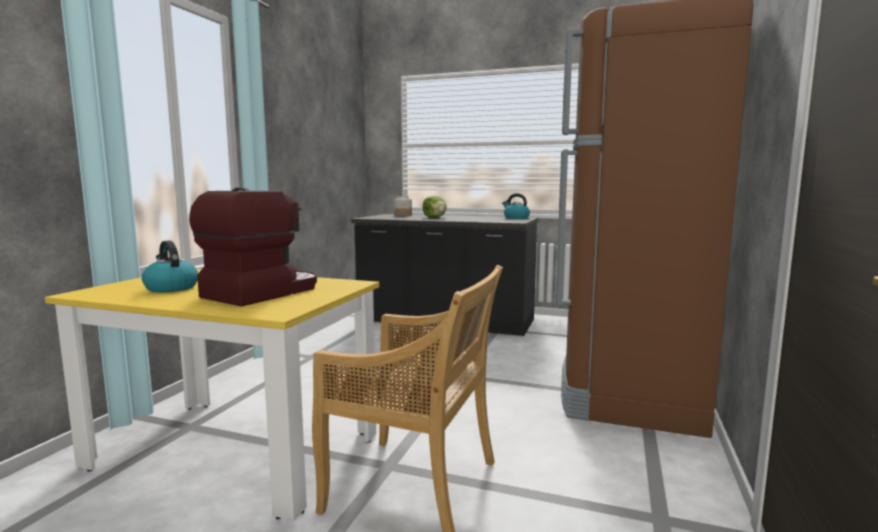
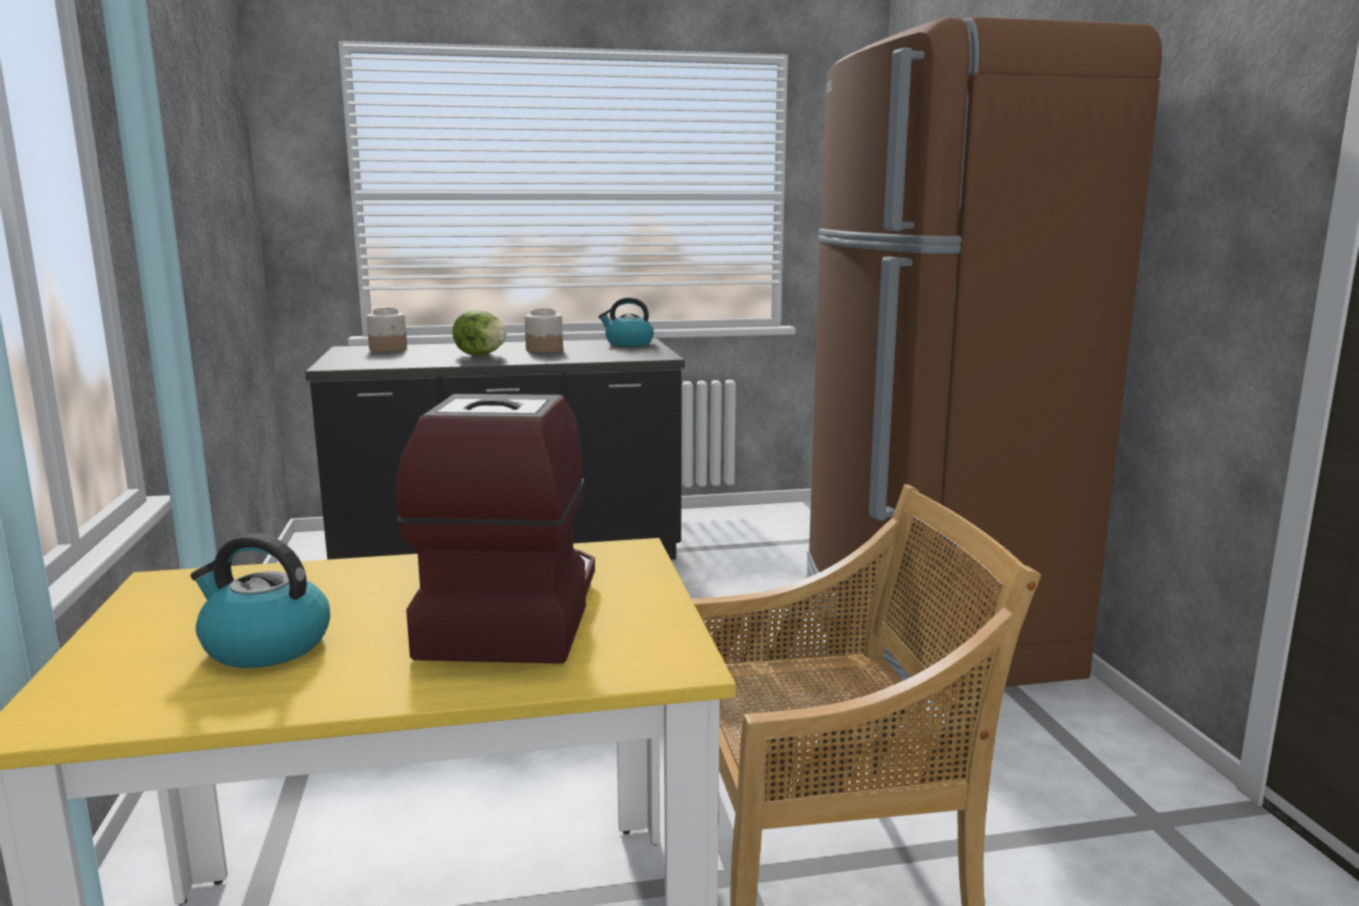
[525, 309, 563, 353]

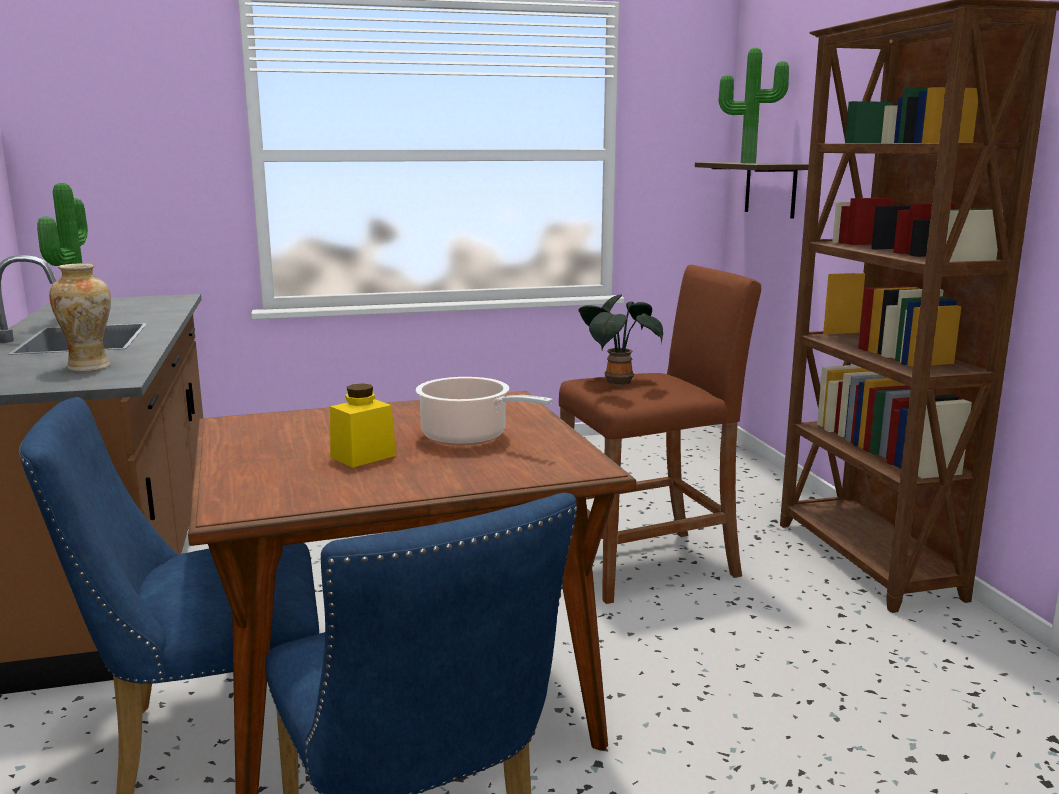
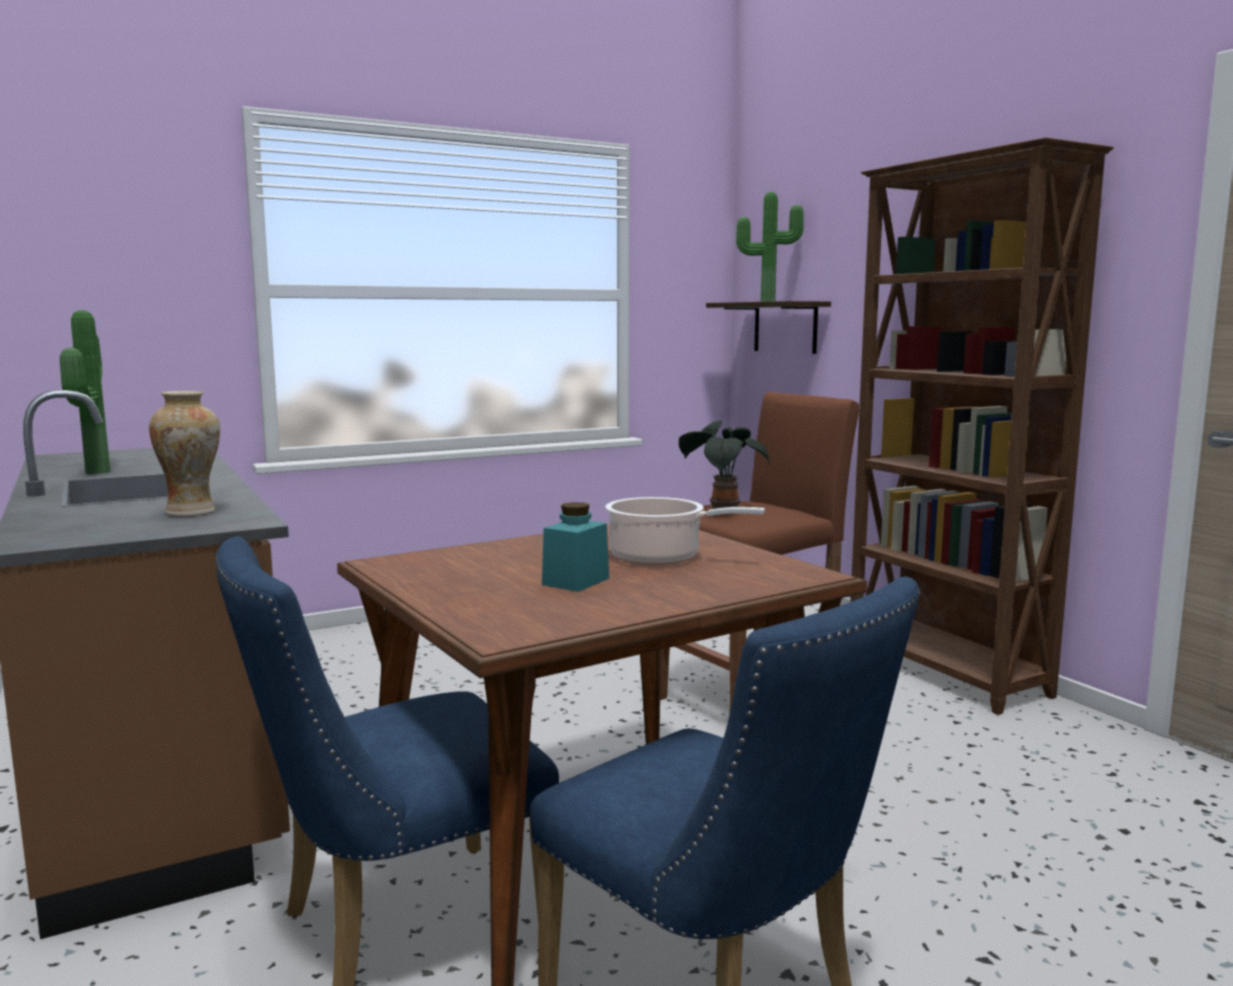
[542, 502, 609, 592]

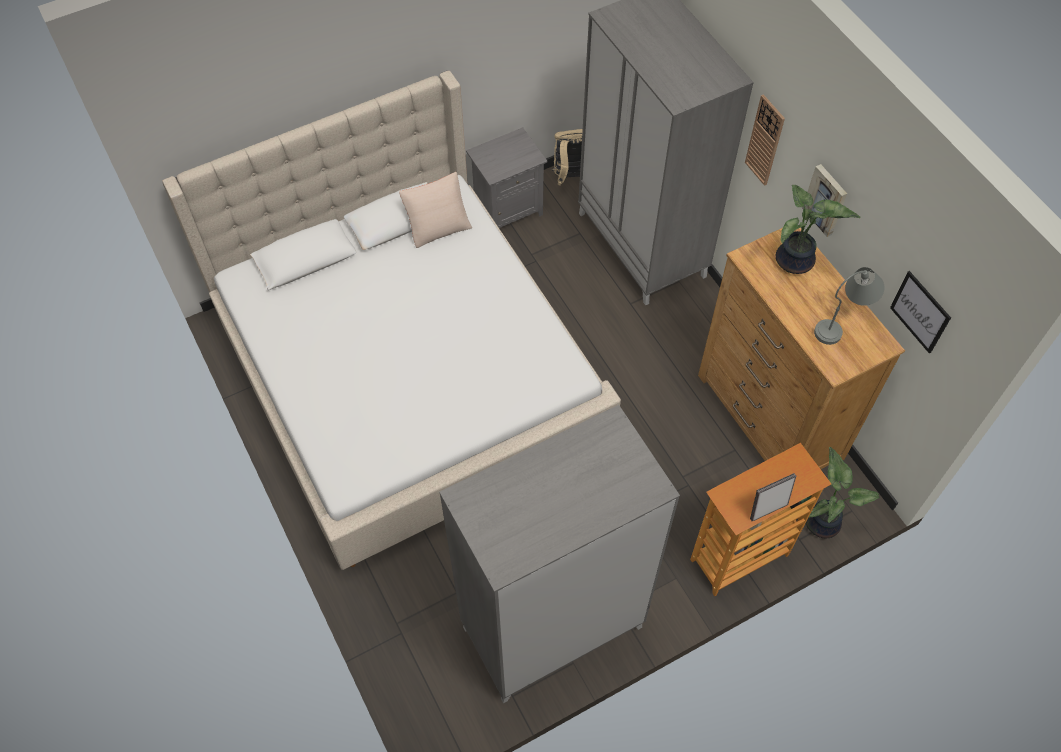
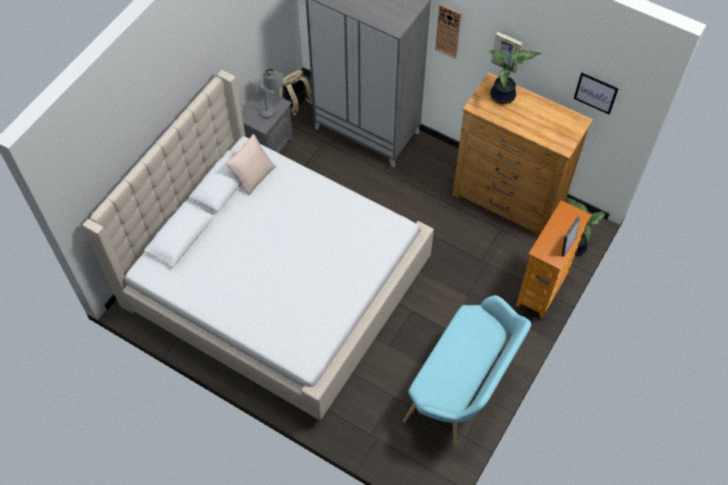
[403, 295, 531, 445]
[259, 69, 284, 119]

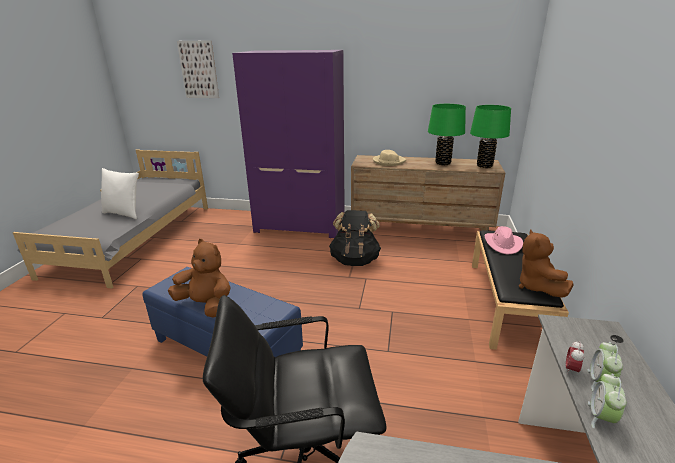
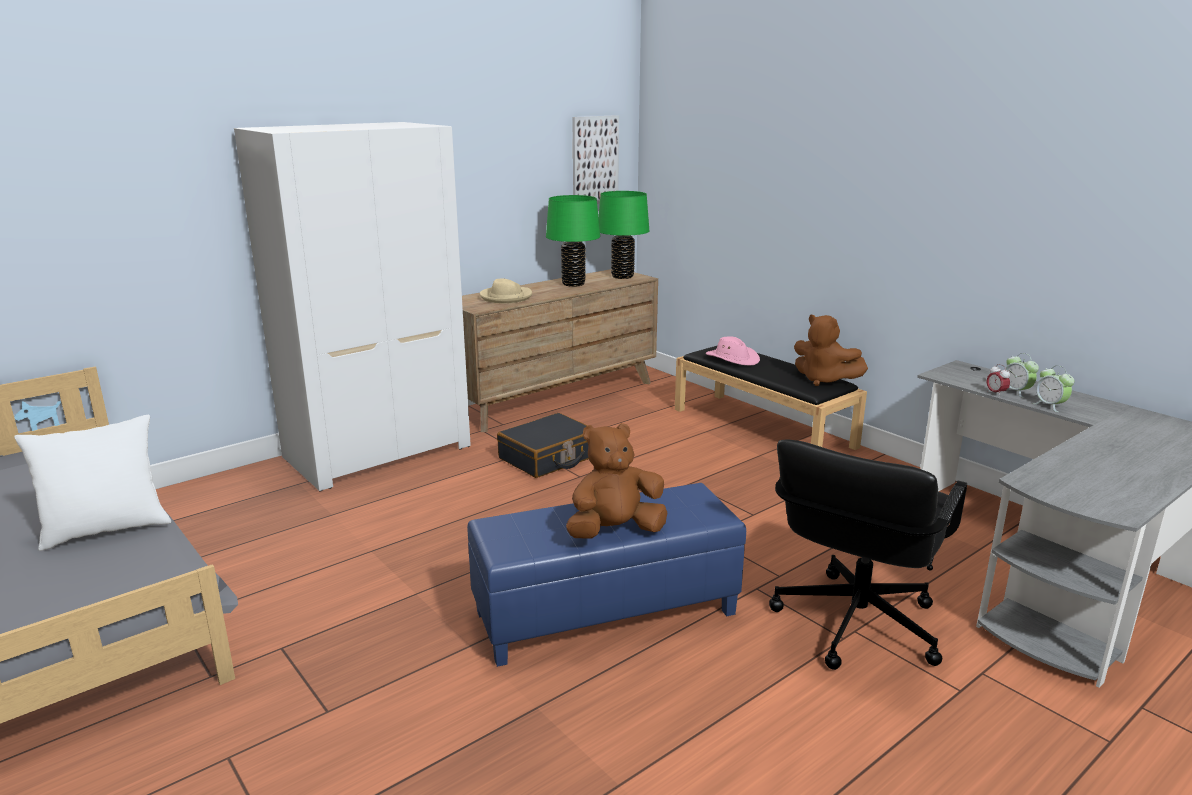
[572, 115, 619, 204]
[234, 122, 471, 492]
[497, 413, 589, 478]

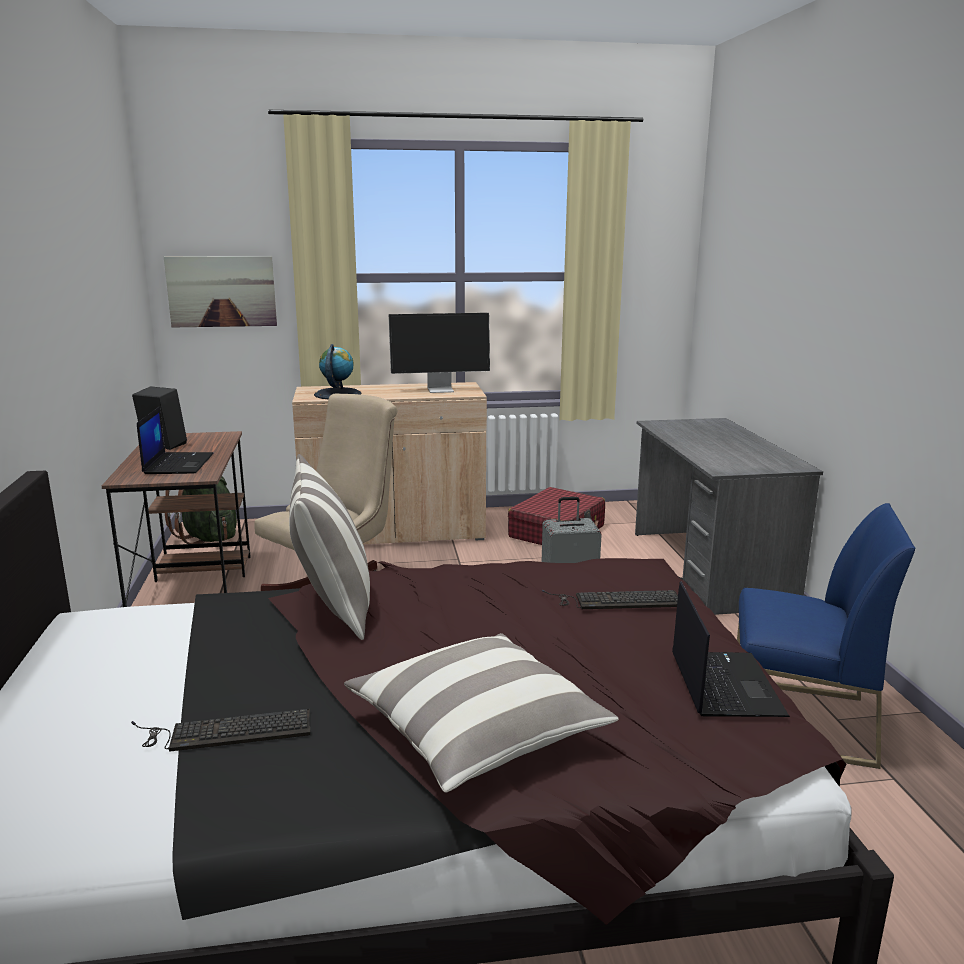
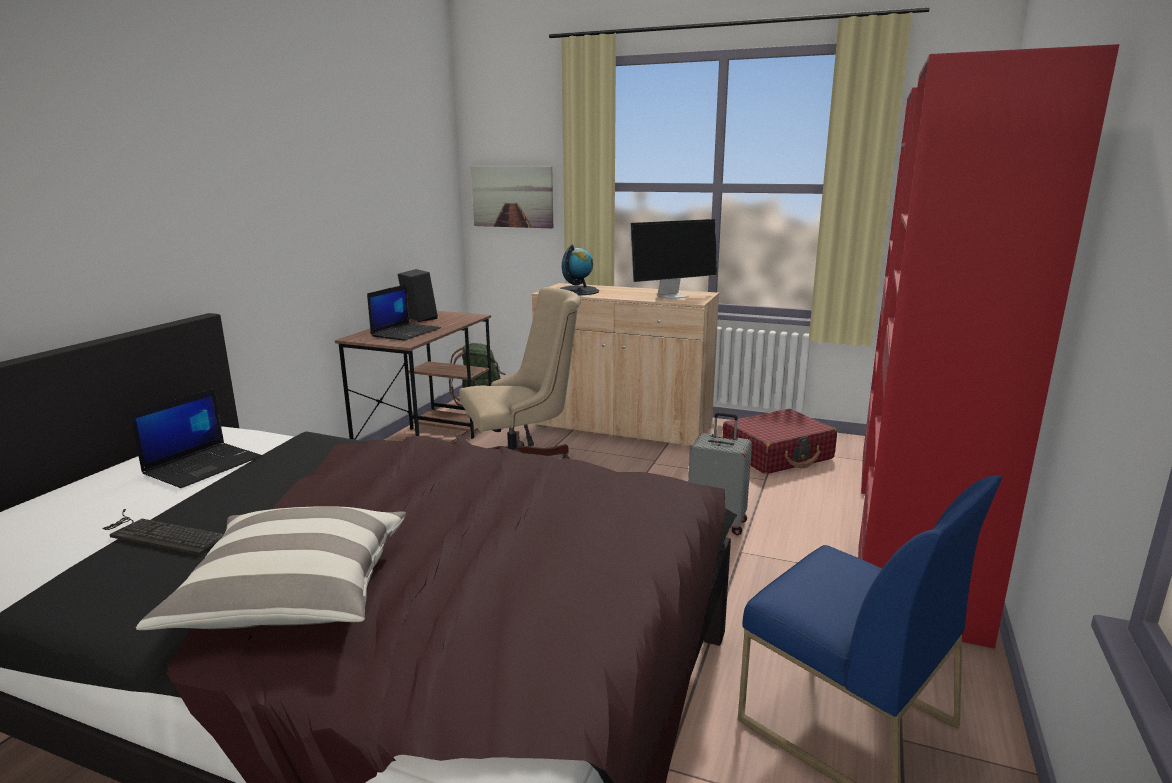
[289, 454, 370, 640] (first image)
[629, 219, 717, 299]
[542, 590, 678, 609] (first image)
[858, 44, 1120, 649]
[130, 388, 262, 488]

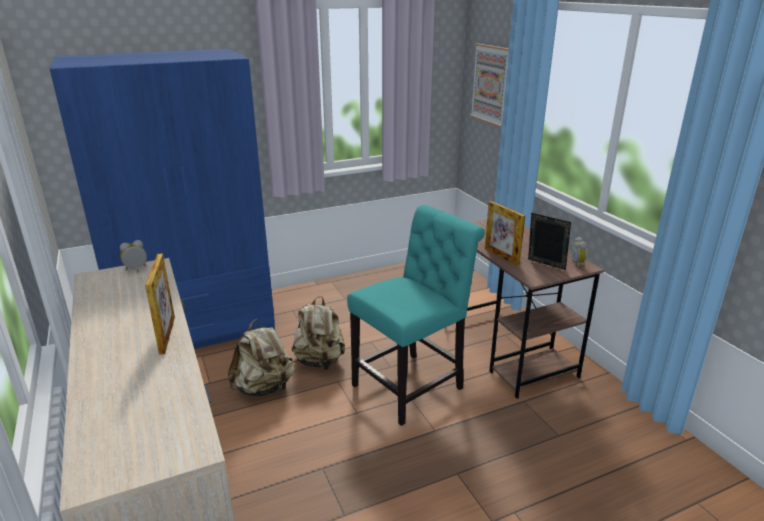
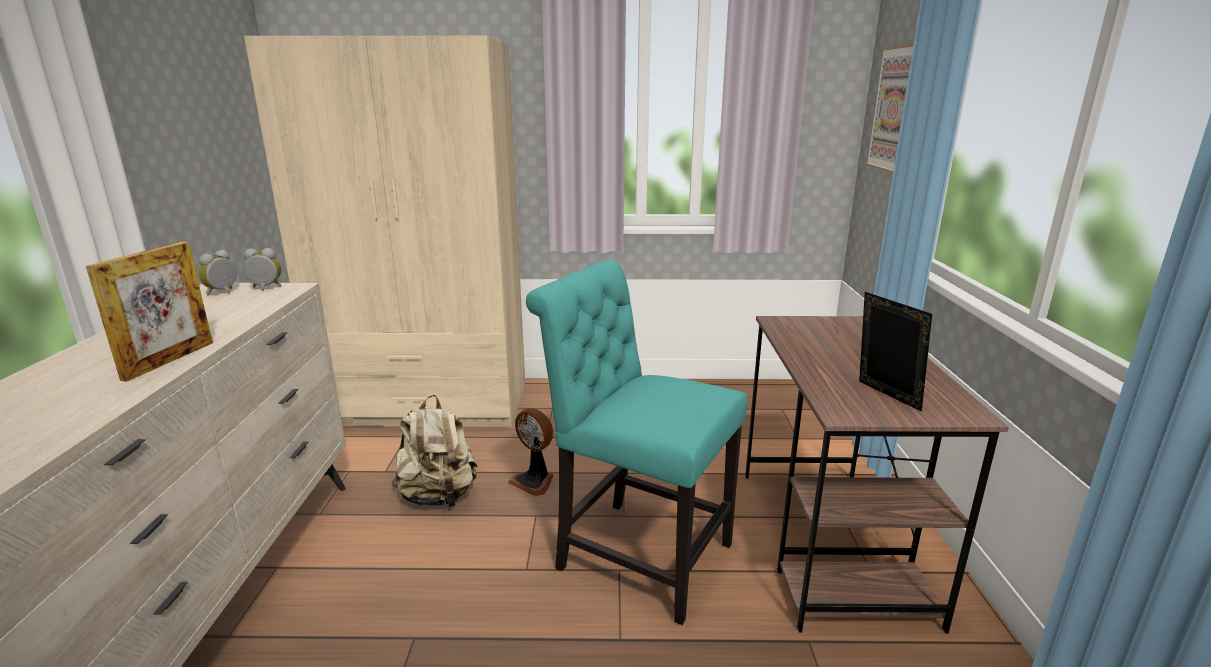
[244, 36, 525, 428]
[508, 408, 553, 496]
[526, 260, 748, 625]
[485, 201, 525, 266] (first image)
[198, 250, 237, 296]

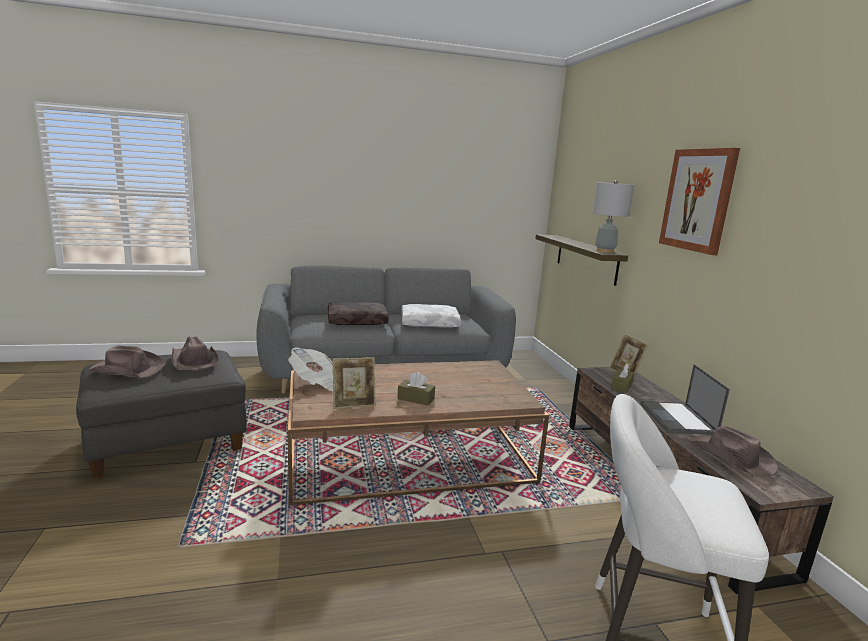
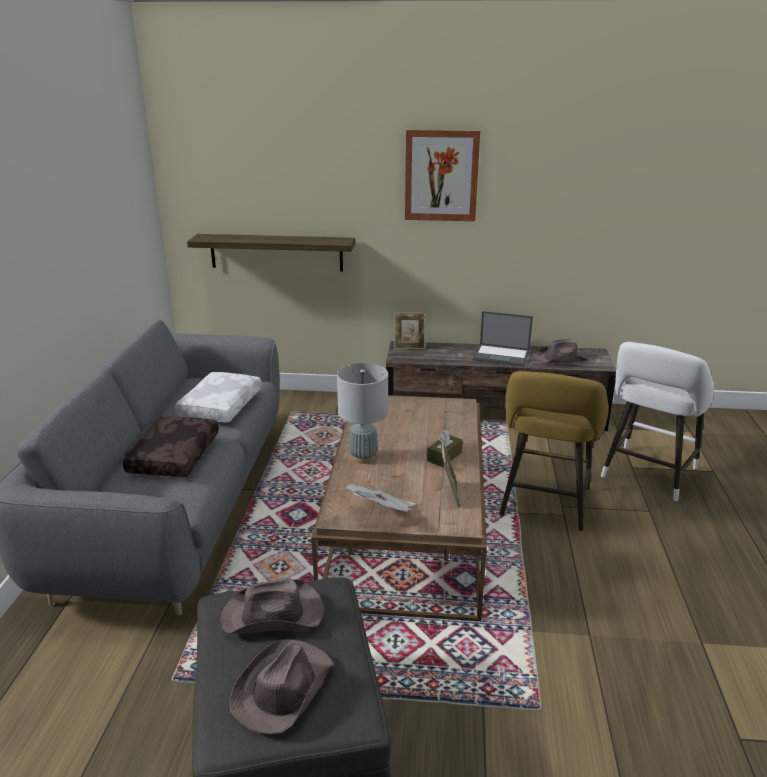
[337, 363, 388, 464]
[611, 363, 634, 393] (first image)
[500, 371, 609, 531]

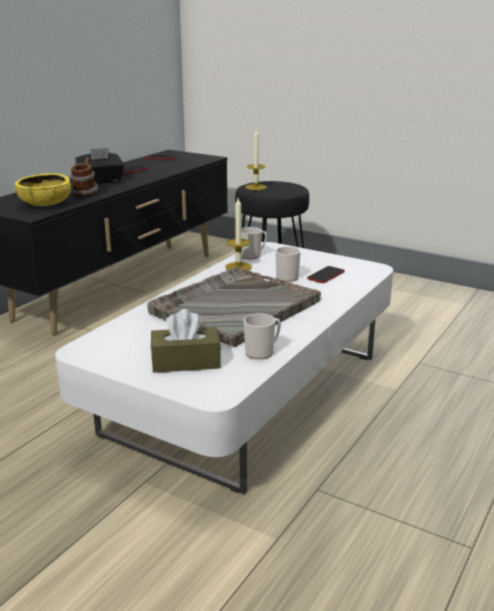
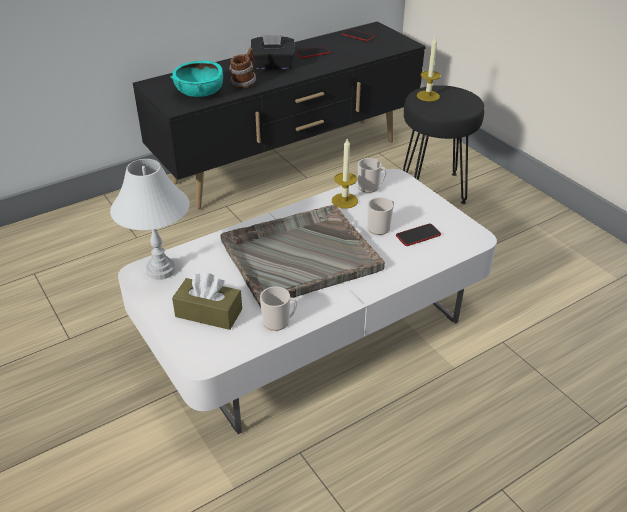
[171, 61, 223, 97]
[110, 159, 190, 280]

